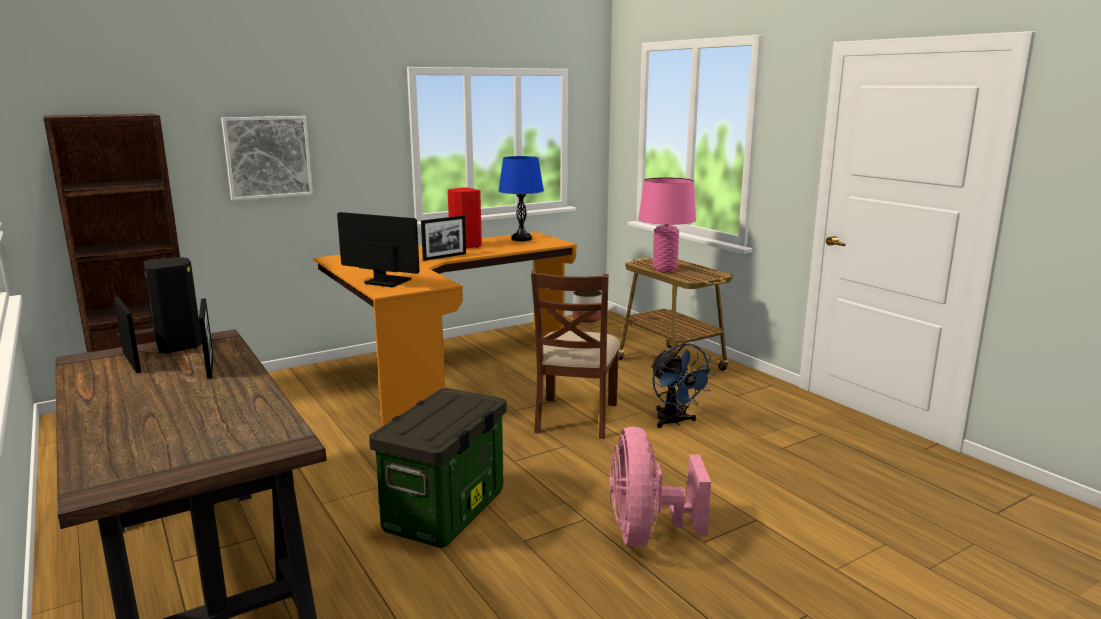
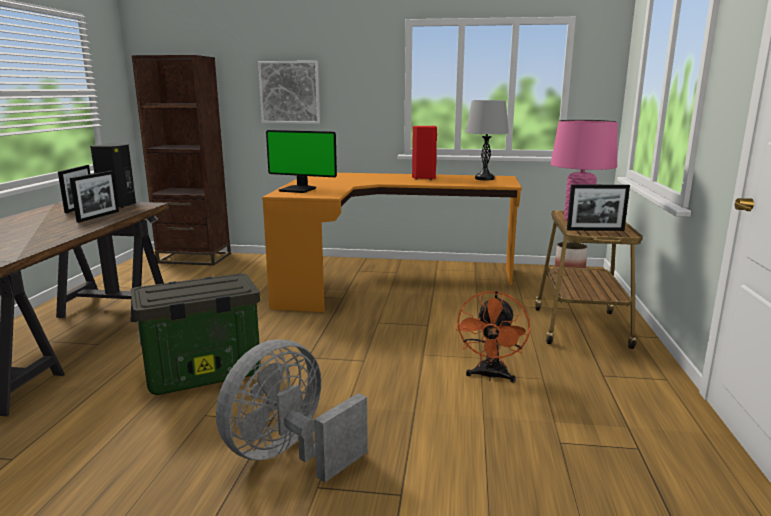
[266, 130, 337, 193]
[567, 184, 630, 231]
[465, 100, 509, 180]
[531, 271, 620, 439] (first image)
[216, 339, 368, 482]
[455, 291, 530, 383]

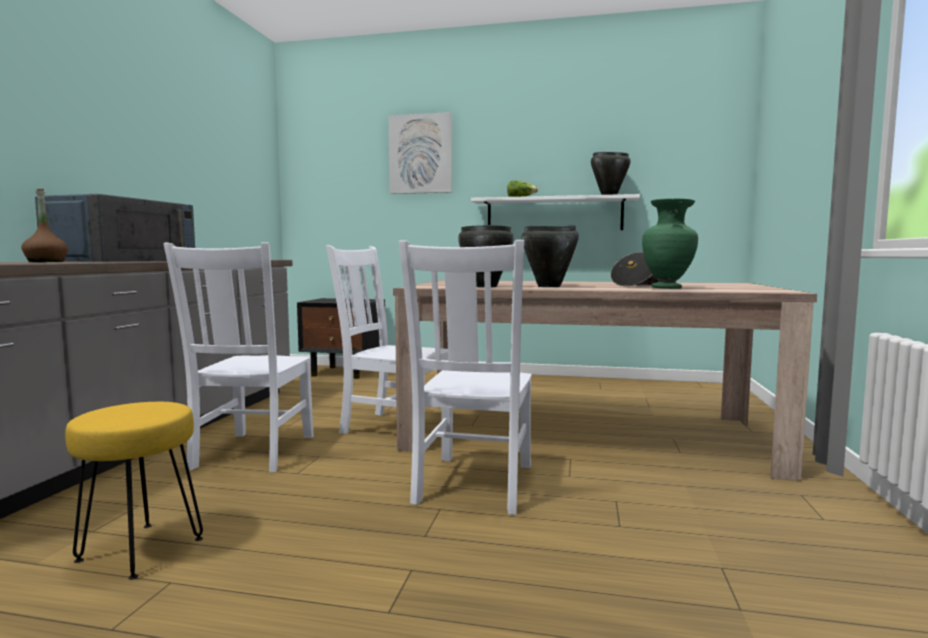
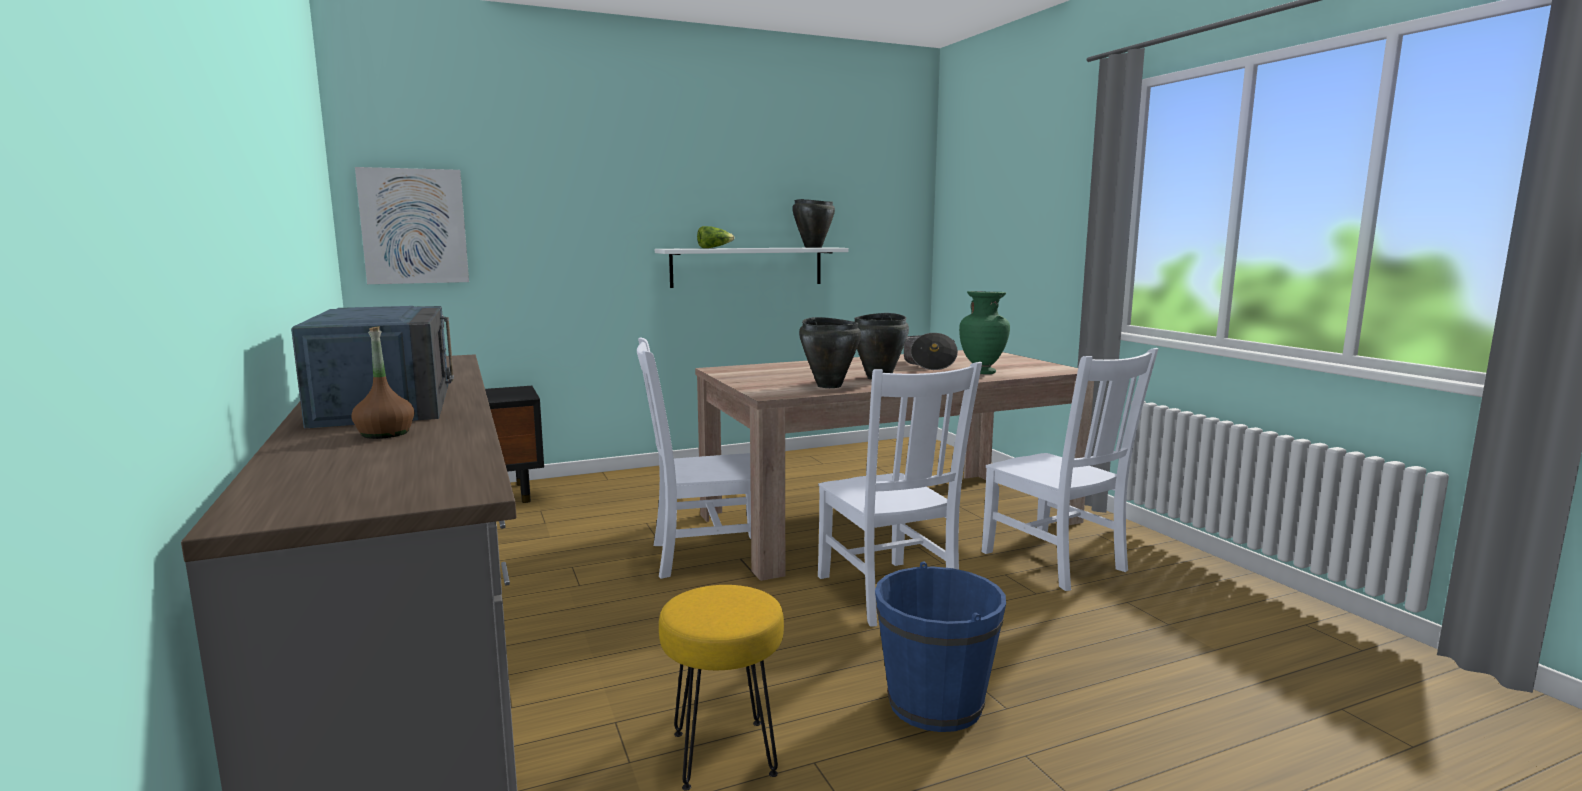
[982, 348, 1158, 591]
[355, 167, 469, 284]
[875, 561, 1006, 732]

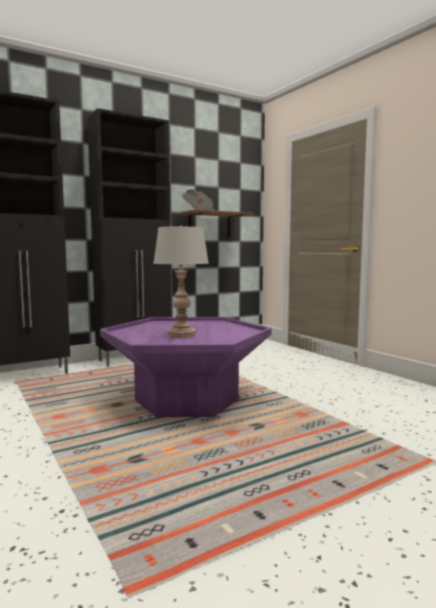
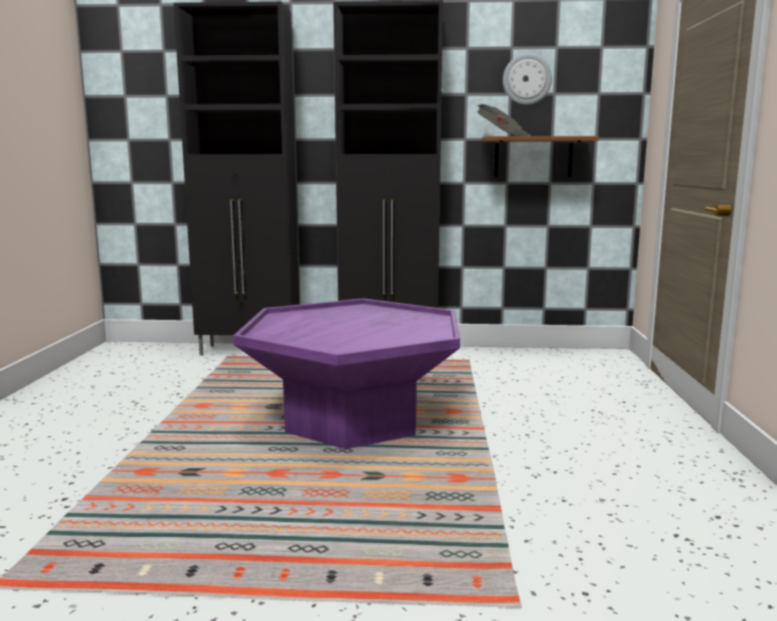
[153, 226, 209, 338] (first image)
[503, 53, 552, 105]

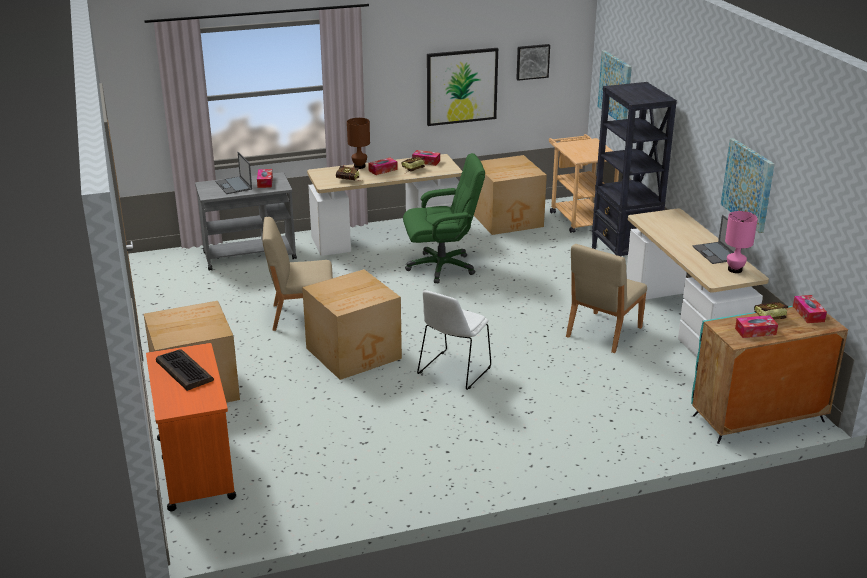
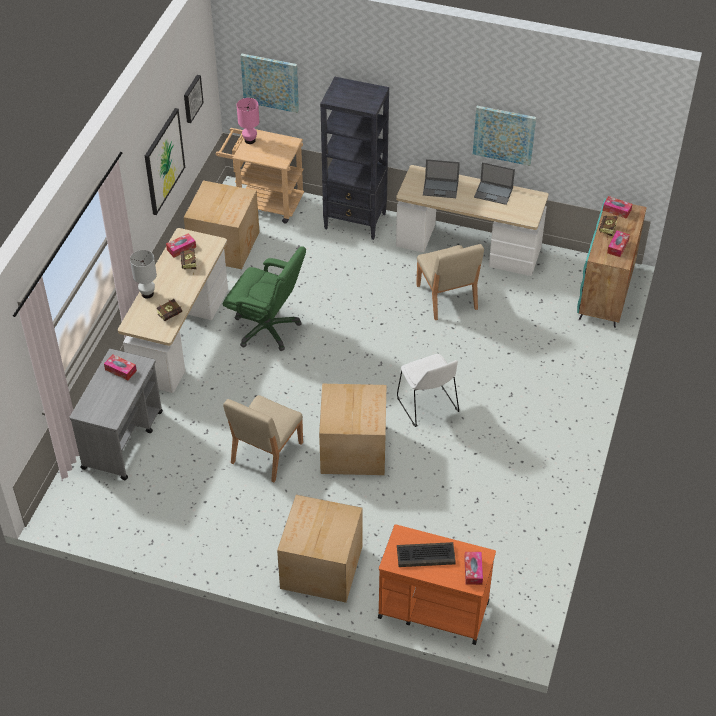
[423, 159, 460, 198]
[130, 250, 157, 298]
[464, 552, 483, 585]
[223, 246, 306, 351]
[237, 98, 259, 144]

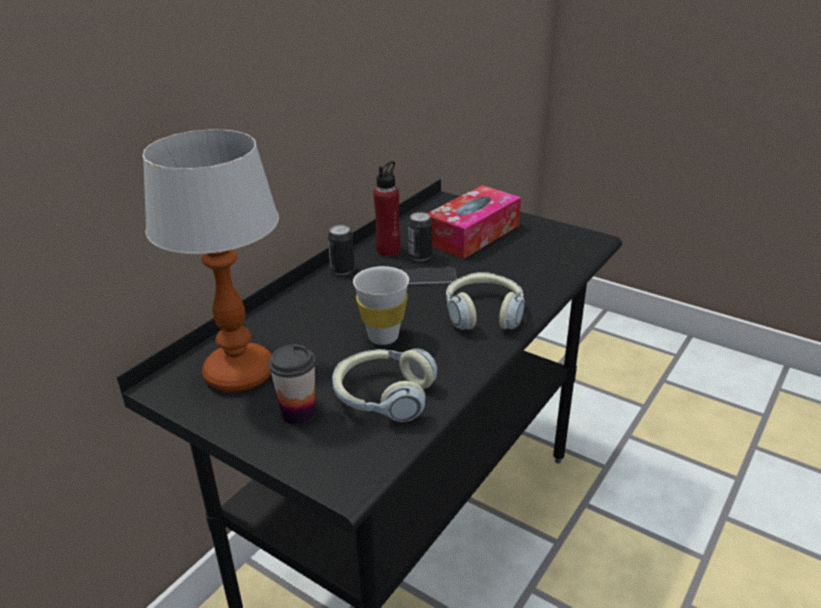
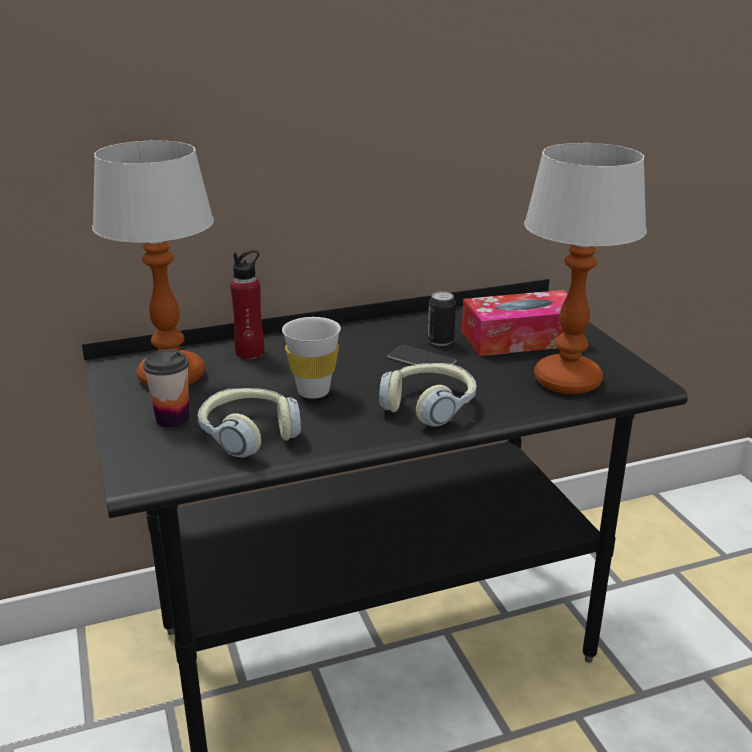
[328, 225, 355, 275] (first image)
[230, 250, 264, 359]
[524, 143, 647, 394]

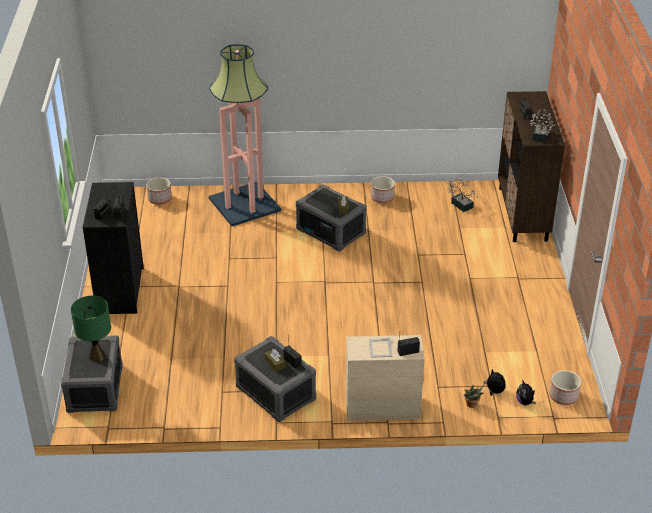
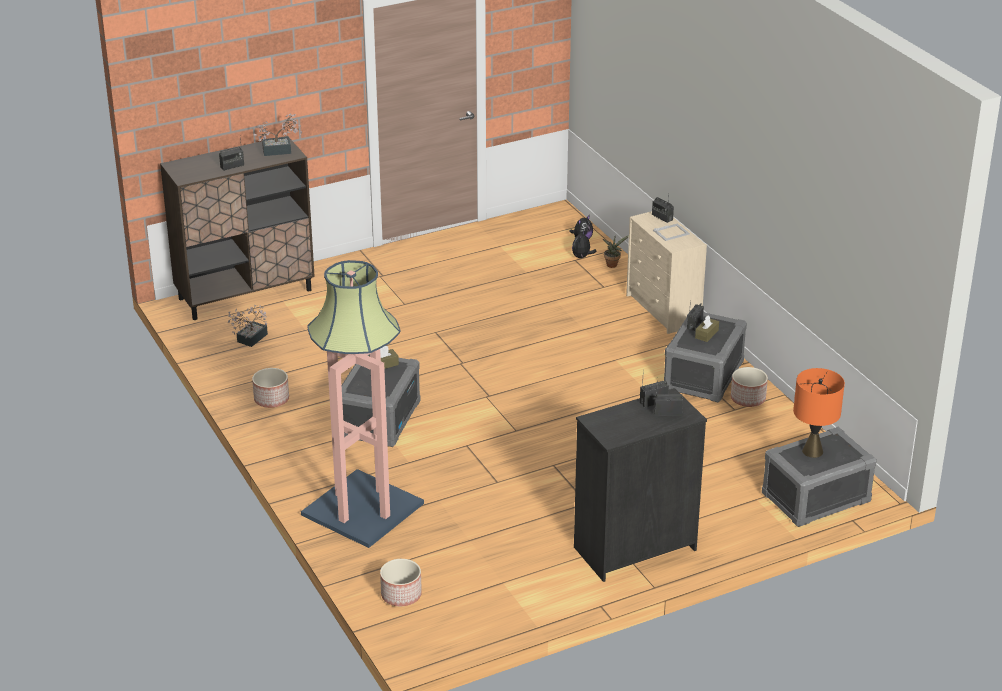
[793, 368, 845, 458]
[731, 367, 768, 407]

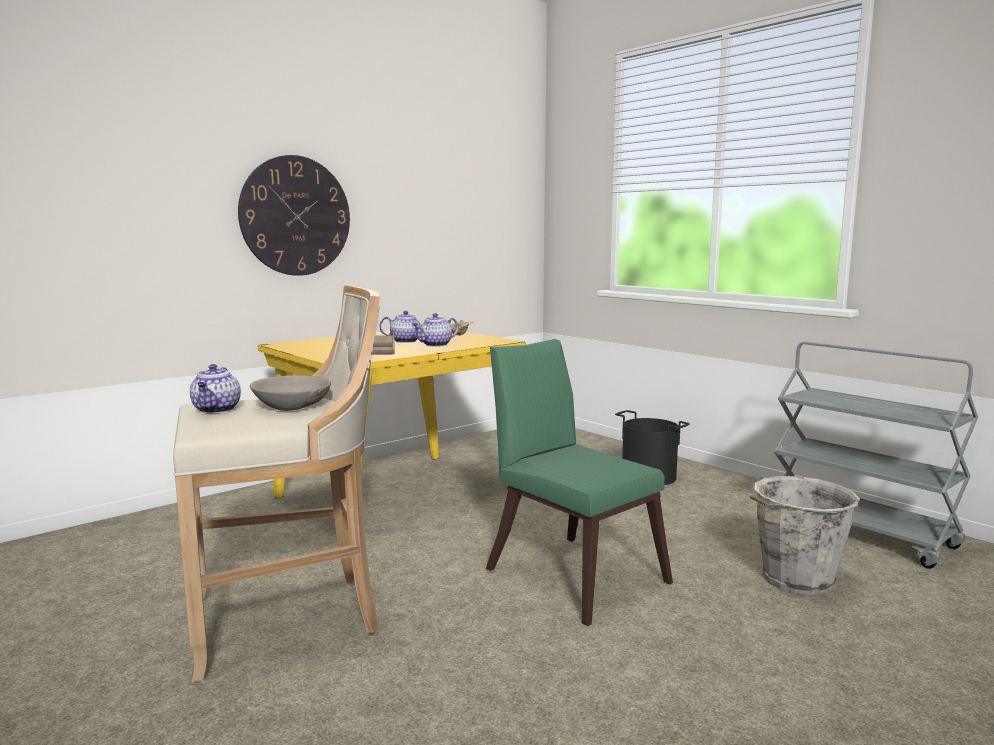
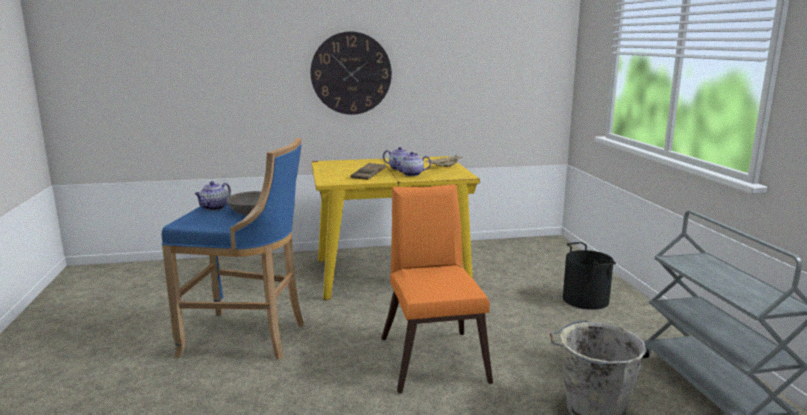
[162, 138, 304, 360]
[381, 184, 493, 393]

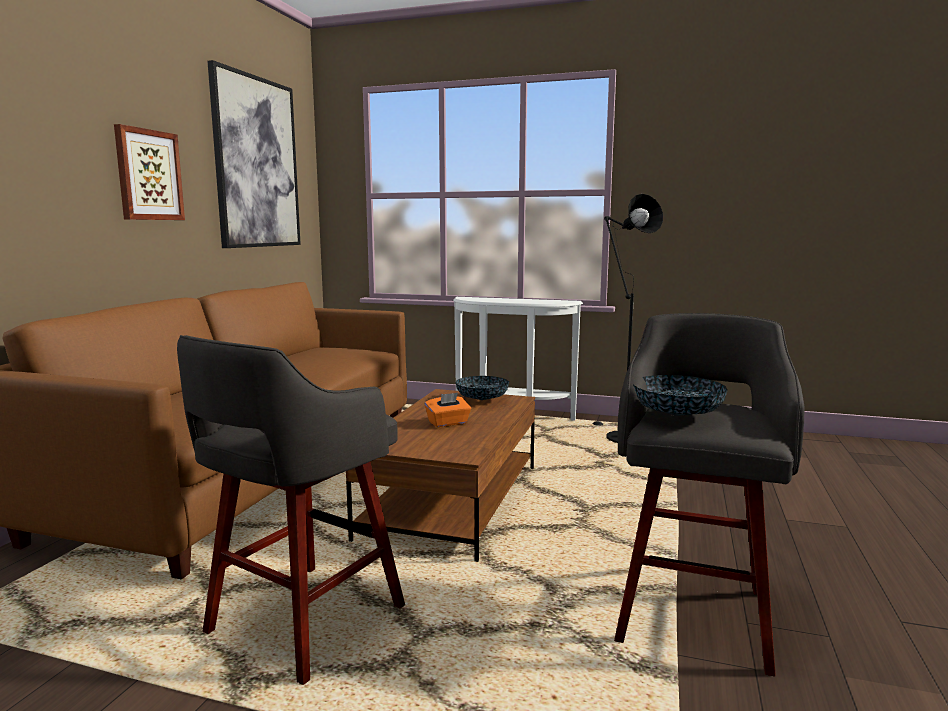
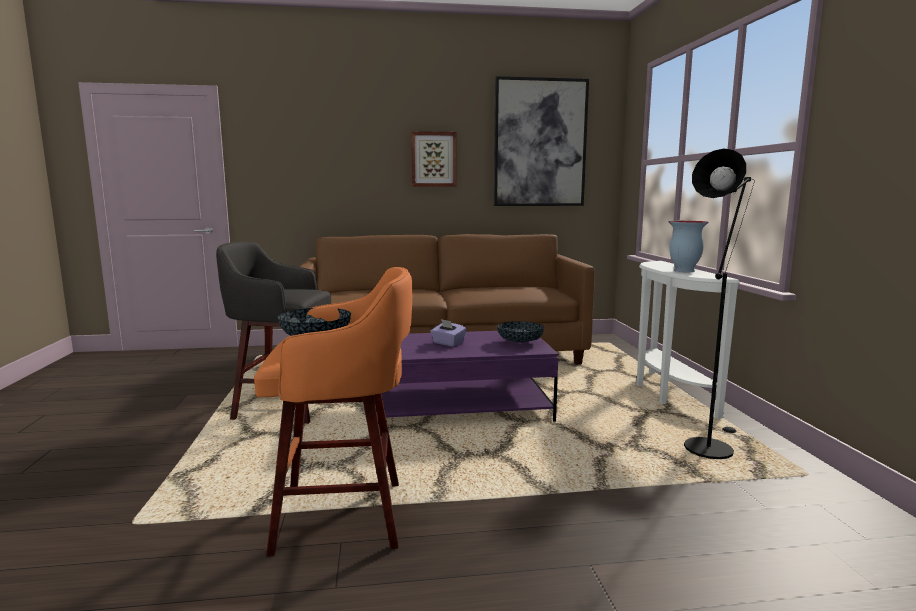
[381, 331, 559, 422]
[430, 319, 466, 347]
[254, 267, 413, 557]
[668, 221, 709, 272]

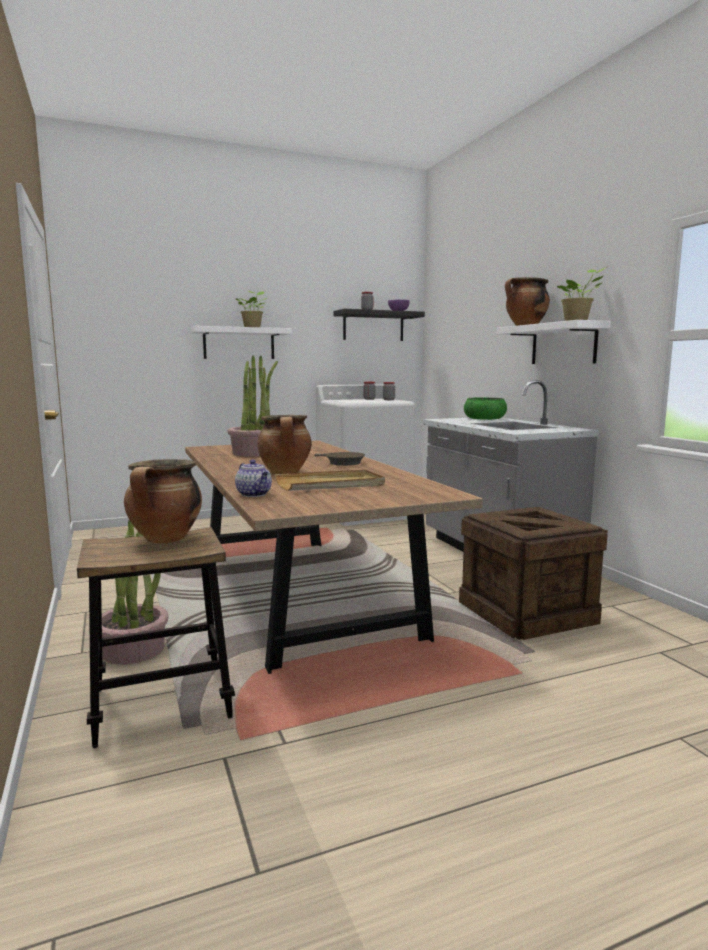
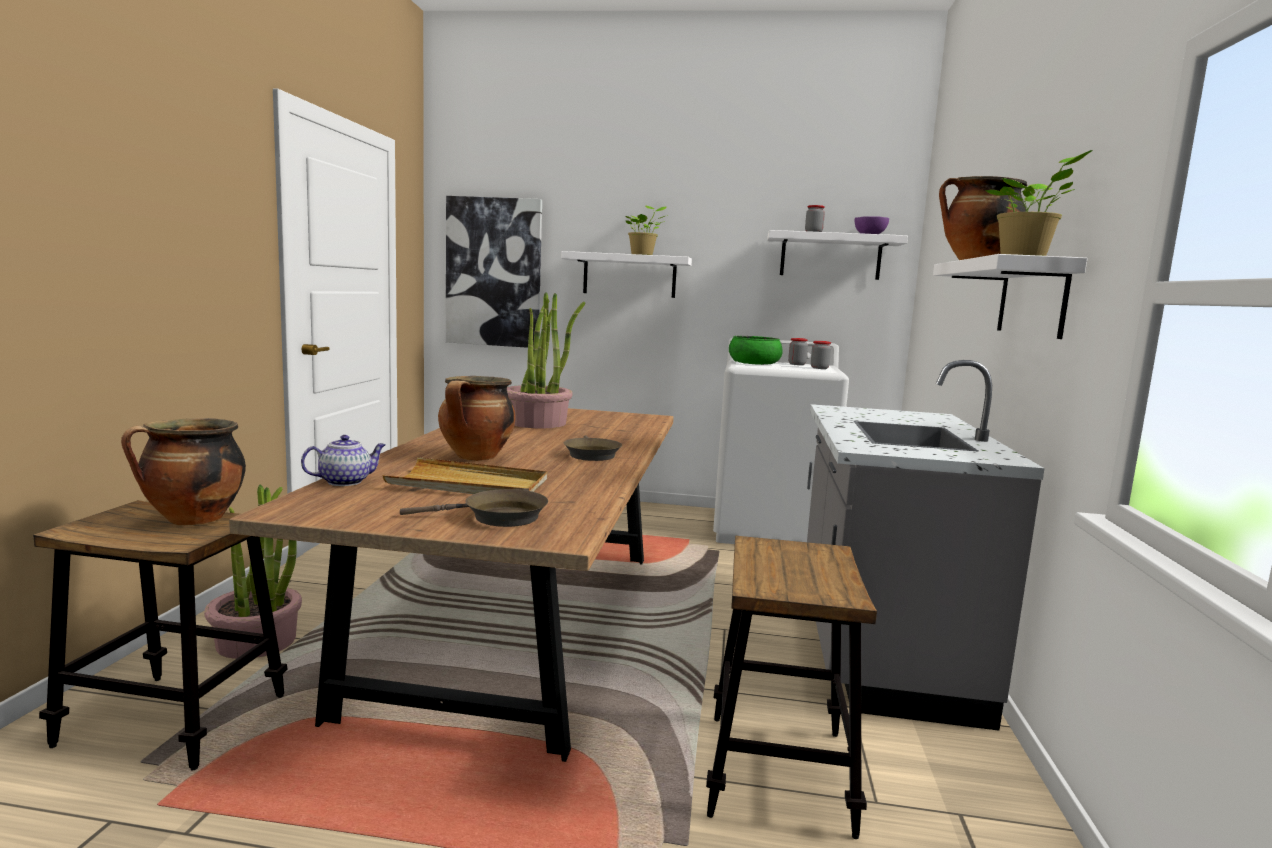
[301, 435, 386, 486]
[767, 230, 908, 280]
[706, 536, 877, 839]
[729, 336, 783, 365]
[400, 489, 548, 527]
[446, 196, 542, 348]

